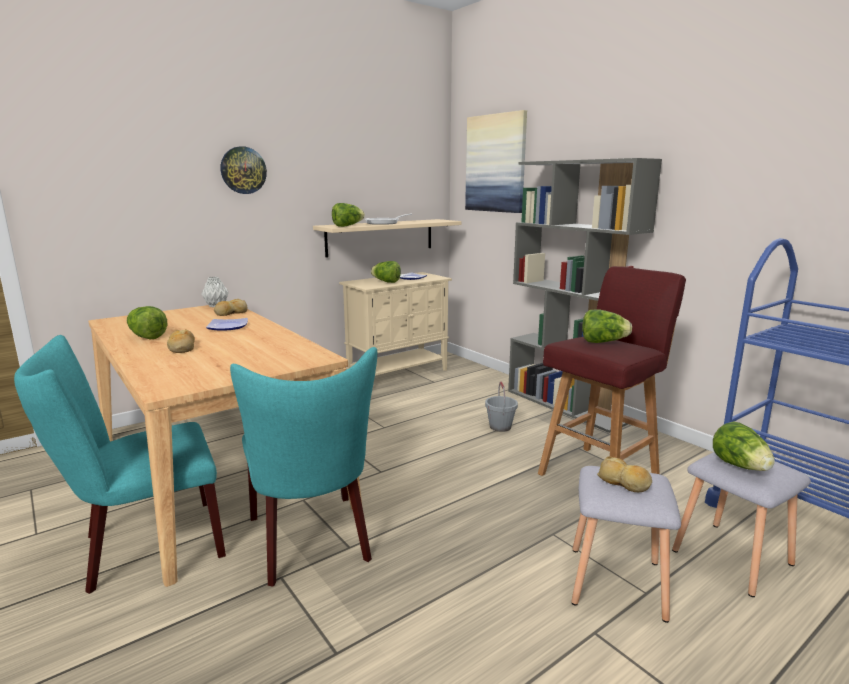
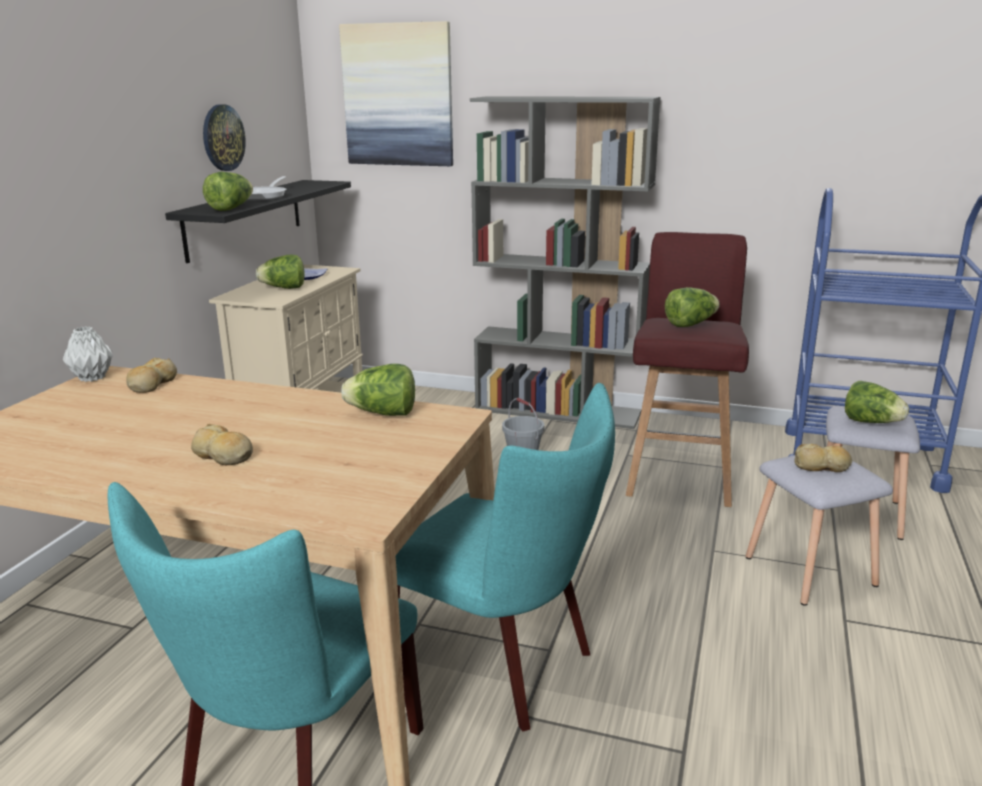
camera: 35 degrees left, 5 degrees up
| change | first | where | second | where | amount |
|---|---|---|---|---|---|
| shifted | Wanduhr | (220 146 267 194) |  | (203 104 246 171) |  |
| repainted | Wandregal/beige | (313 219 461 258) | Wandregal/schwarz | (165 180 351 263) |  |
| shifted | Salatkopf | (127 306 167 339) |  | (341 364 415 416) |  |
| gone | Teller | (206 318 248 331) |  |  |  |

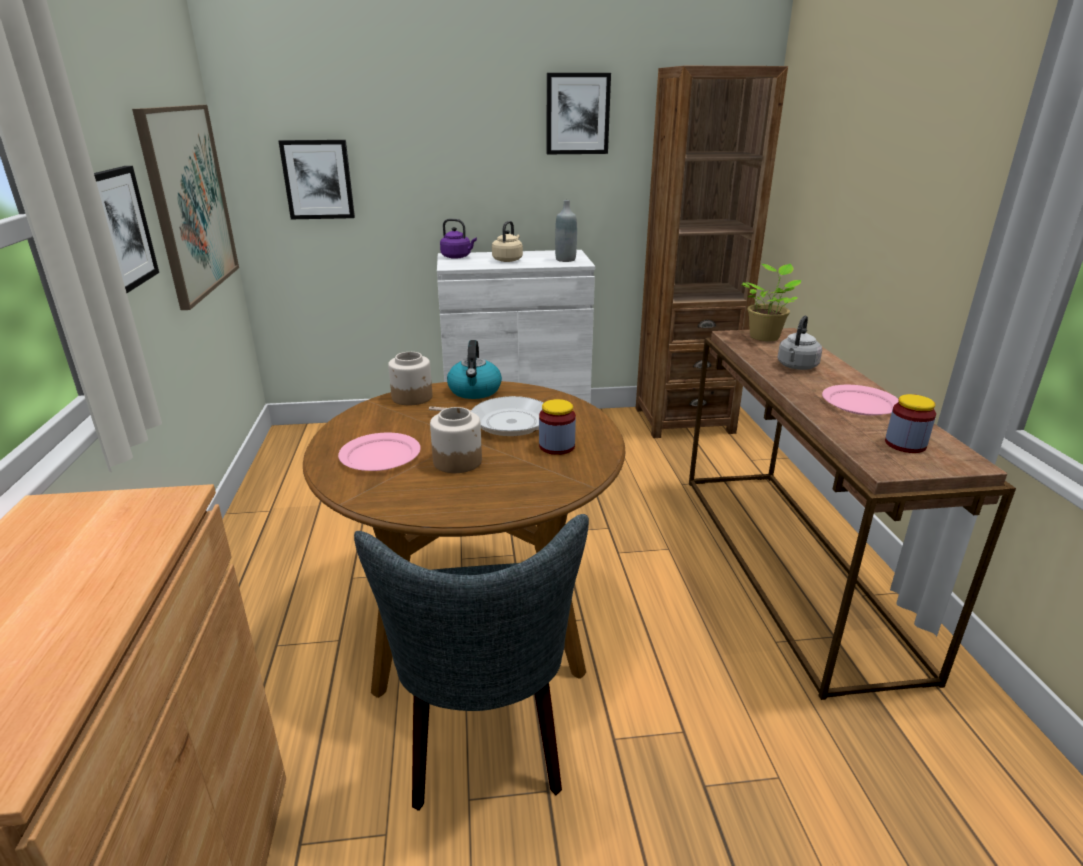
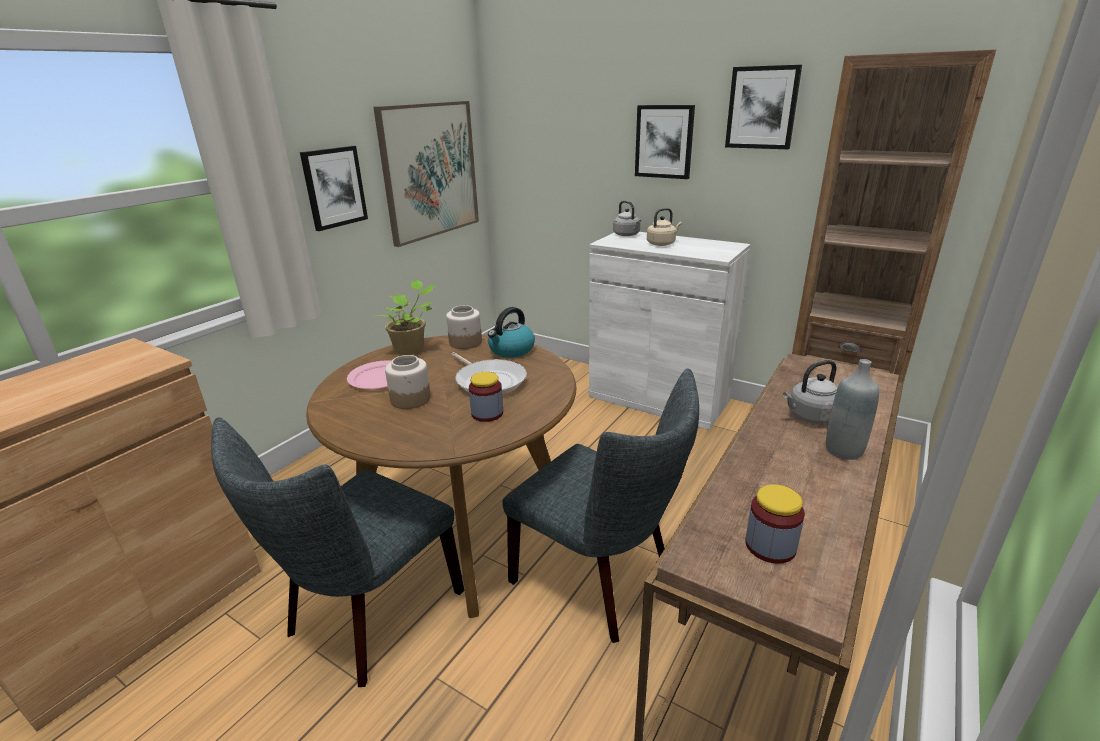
camera: 40 degrees right, 0 degrees up
| change | first | where | second | where | amount |
|---|---|---|---|---|---|
| shifted | Bild | (279 140 355 219) |  | (635 105 695 179) |  |
| shifted | Flasche/grau | (555 200 577 262) |  | (826 359 879 460) |  |
| repainted | Wasserkessel/lila | (440 219 477 259) | Wasserkessel/grau | (613 200 641 236) |  |
| shifted | Topfpflanze | (741 264 801 341) |  | (377 280 435 355) |  |
| gone | Teller/rosa | (822 385 899 416) |  |  |  |
| new |  |  | Stuhl/grau | (502 369 699 643) |  |

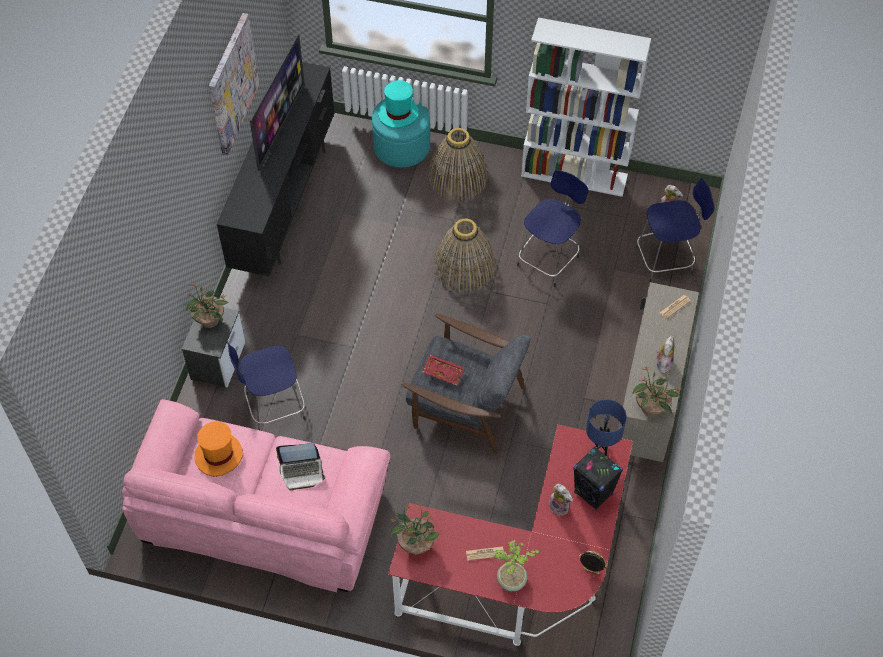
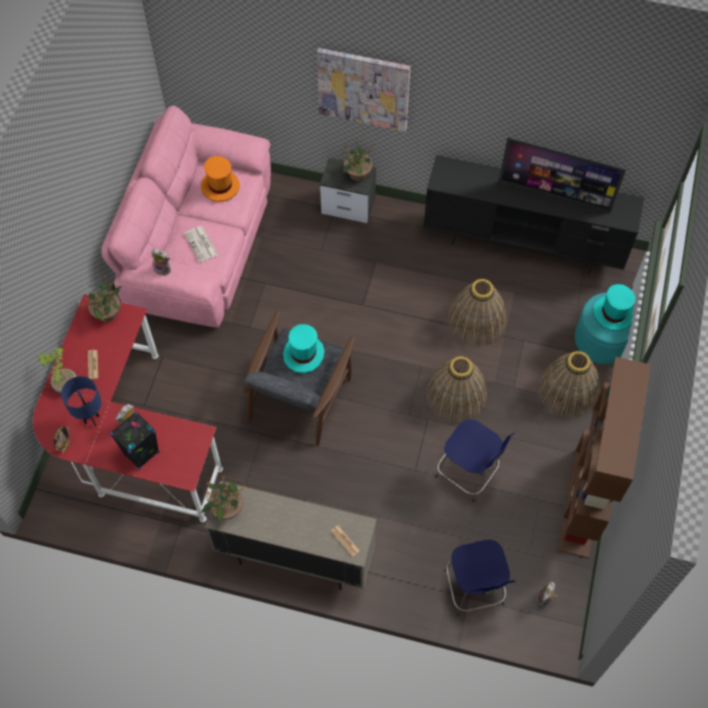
camera: 90 degrees right, 5 degrees up
| change | first | where | second | where | amount |
|---|---|---|---|---|---|
| shifted | Bild | (209 13 259 155) |  | (317 48 411 132) |  |
| repainted | Bücherregal/weiß | (521 18 651 197) | Bücherregal/braun | (557 357 651 558) |  |
| shifted | Plüschtier | (656 336 674 373) |  | (151 248 171 276) |  |
| gone | Hocker/blau | (227 342 306 430) |  |  |  |
| swapped | Tablett/rot | (423 355 465 385) | Hut/türkis | (283 324 325 373) |  |
| shifted | Tischlampe/blau | (586 399 627 456) |  | (61 376 102 426) |  |
| swapped | Laptop | (276 443 326 491) | Zeitung | (184 226 218 262) |  |
| new |  |  | Korb | (447 279 506 346) |  |

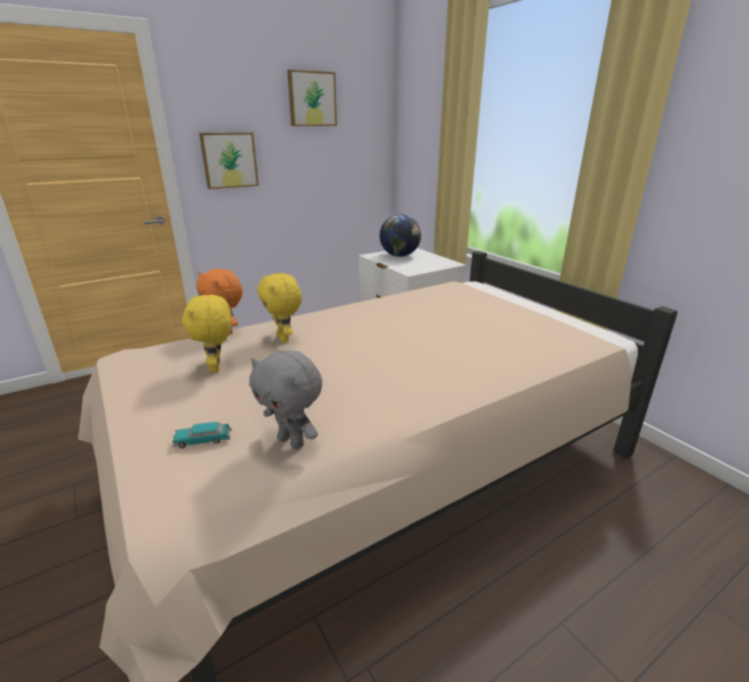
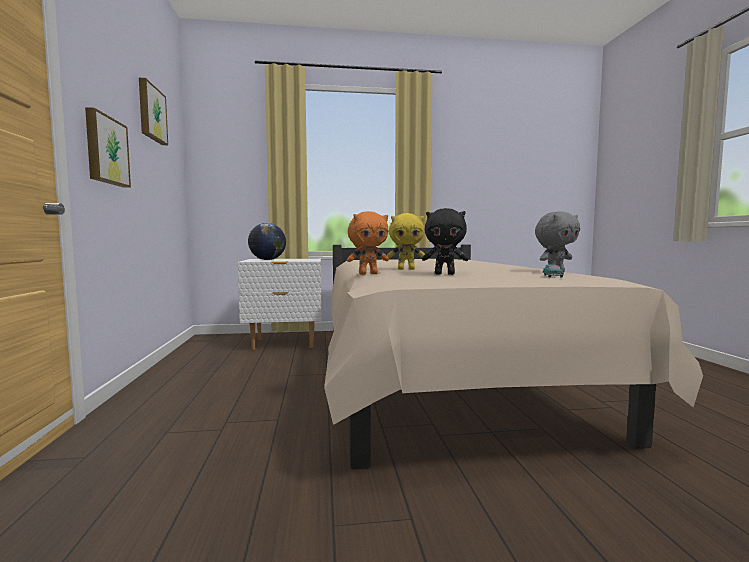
camera: 65 degrees left, 20 degrees down
| change | first | where | second | where | amount |
|---|---|---|---|---|---|
| repainted | Plüschtier/gelb | (182 295 232 373) | Plüschtier/schwarz | (422 208 468 275) |  |

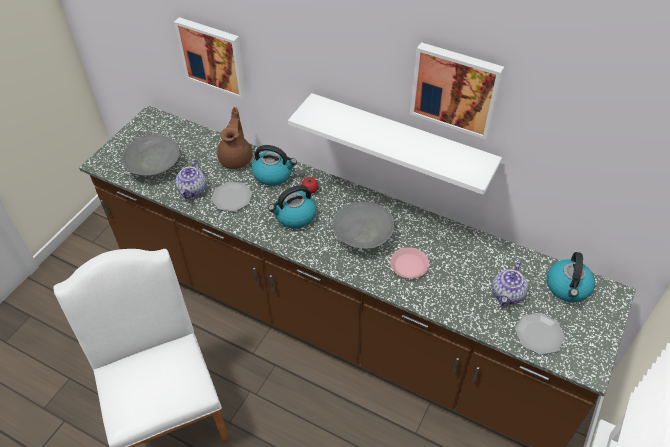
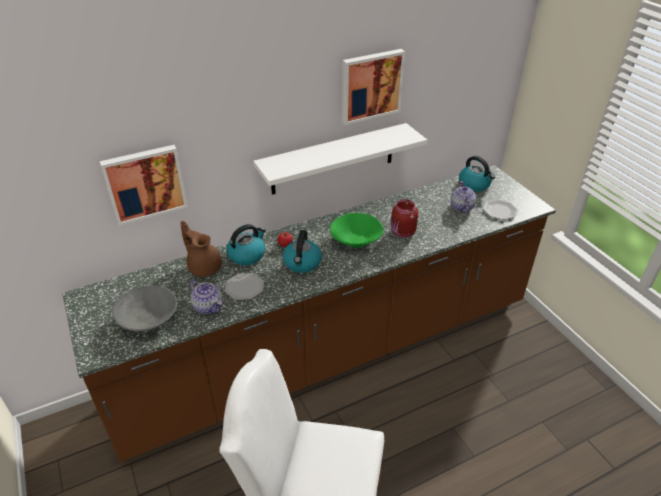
camera: 55 degrees left, 10 degrees down
| change | first | where | second | where | amount |
|---|---|---|---|---|---|
| repainted | Schüssel/grau | (332 202 395 249) | Schüssel/grün | (330 212 384 248) |  |
| swapped | Teller/rosa | (390 247 429 279) | Vorratsglas/rot | (391 199 418 238) |  |
| rotated | Teekanne | (492 261 528 306) |  | (450 181 476 213) | 150 degrees counterclockwise |

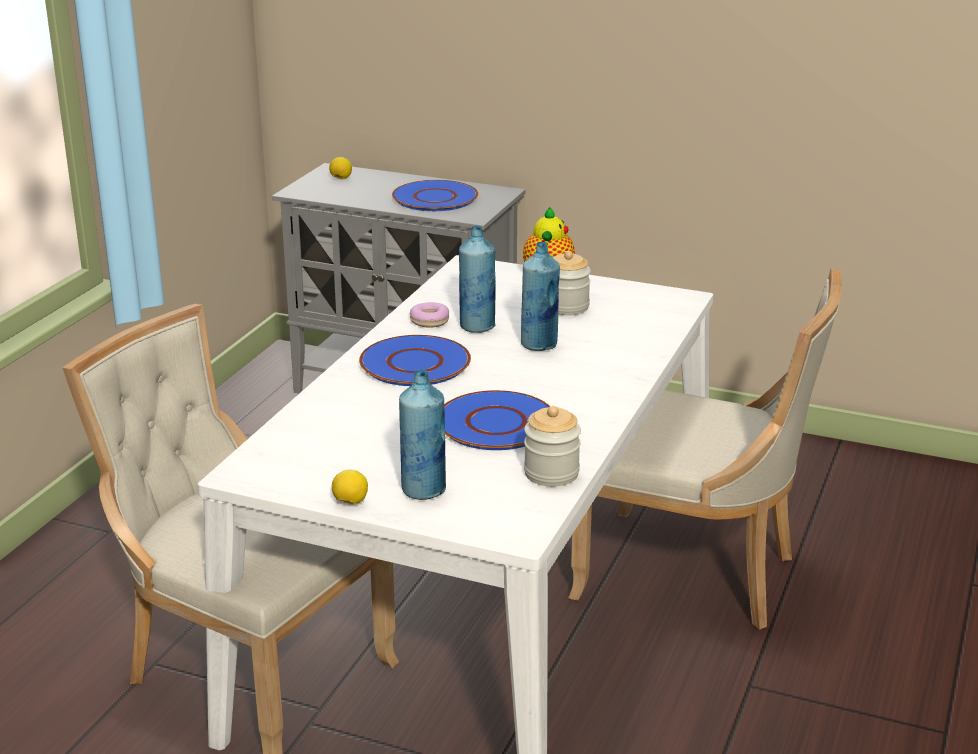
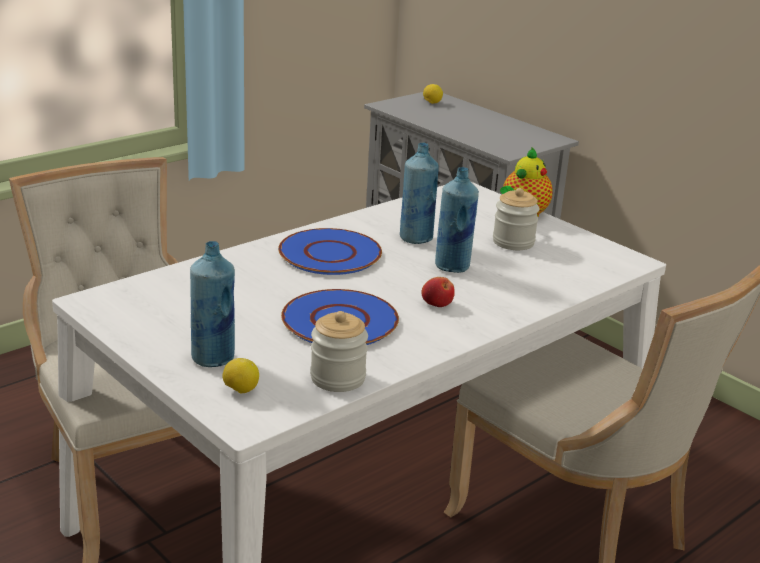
camera: 25 degrees right, 0 degrees up
| change | first | where | second | where | amount |
|---|---|---|---|---|---|
| gone | Teller/blau | (392 180 478 211) |  |  |  |
| gone | Donut | (410 302 449 328) |  |  |  |
| shifted | Zitrone | (332 470 368 504) |  | (223 358 259 394) |  |
| new |  |  | Apfel | (421 277 455 307) |  |

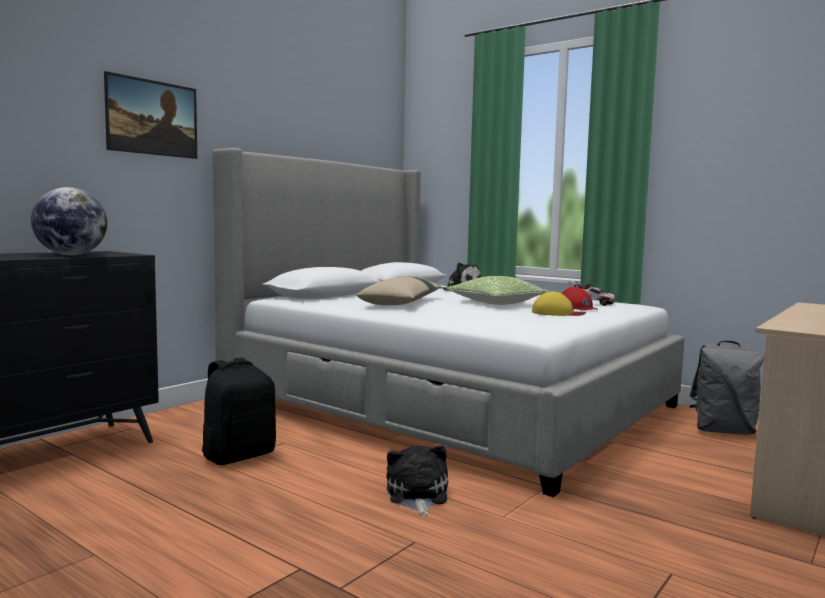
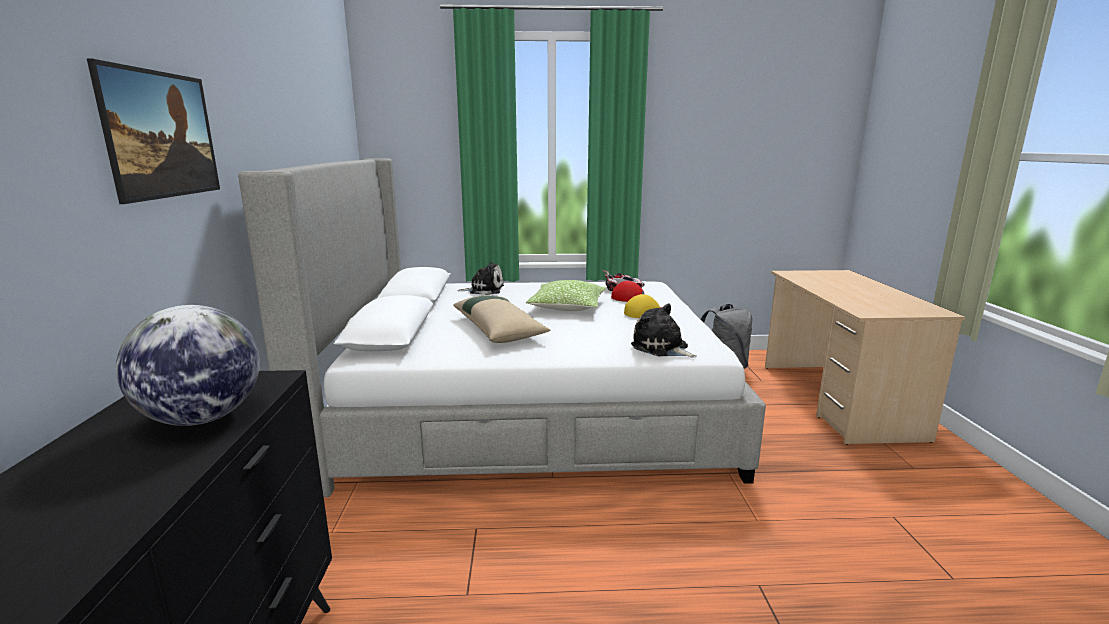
camera: 40 degrees left, 10 degrees up
| change | first | where | second | where | amount |
|---|---|---|---|---|---|
| gone | Rucksack/schwarz | (202 357 276 465) |  |  |  |
| shifted | Plüschtier | (386 445 448 516) |  | (631 303 697 357) |  |

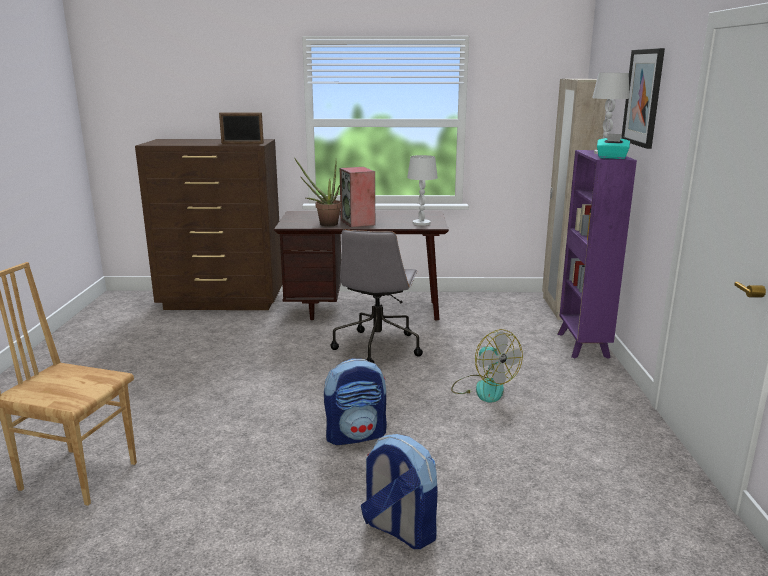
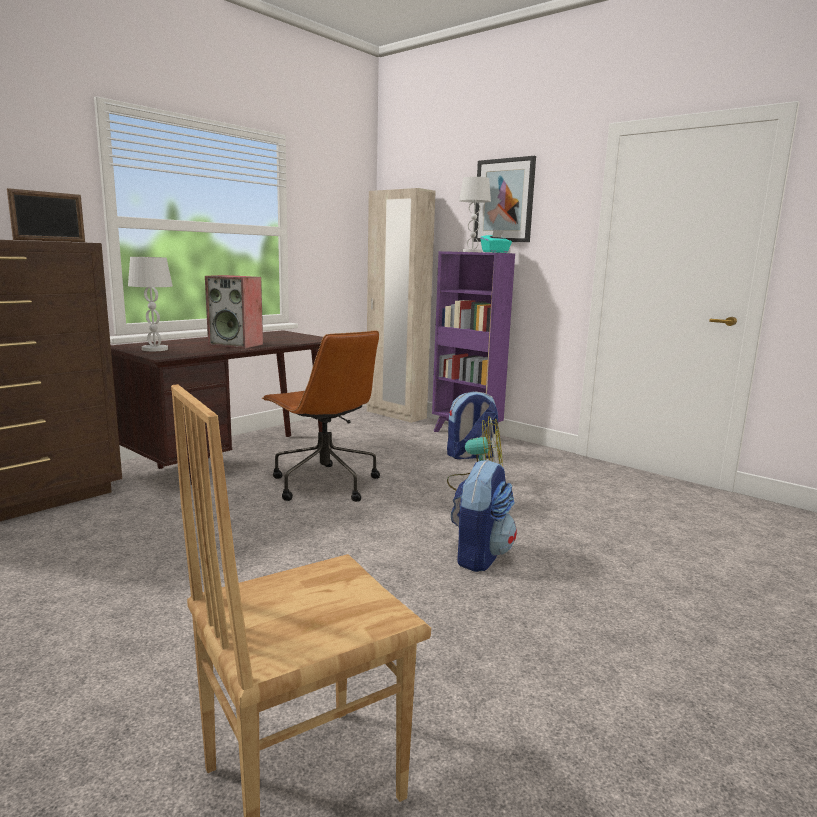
camera: 50 degrees left, 5 degrees down
| change | first | where | second | where | amount |
|---|---|---|---|---|---|
| shifted | Tischlampe/weiß | (407 155 438 226) |  | (128 257 173 351) |  |
| gone | Topfpflanze | (295 159 341 227) |  |  |  |
| repainted | Bürostuhl/grau | (330 230 423 363) | Bürostuhl/braun | (262 331 380 502) |  |
| shifted | Rucksack | (361 434 438 549) |  | (447 392 498 459) |  |

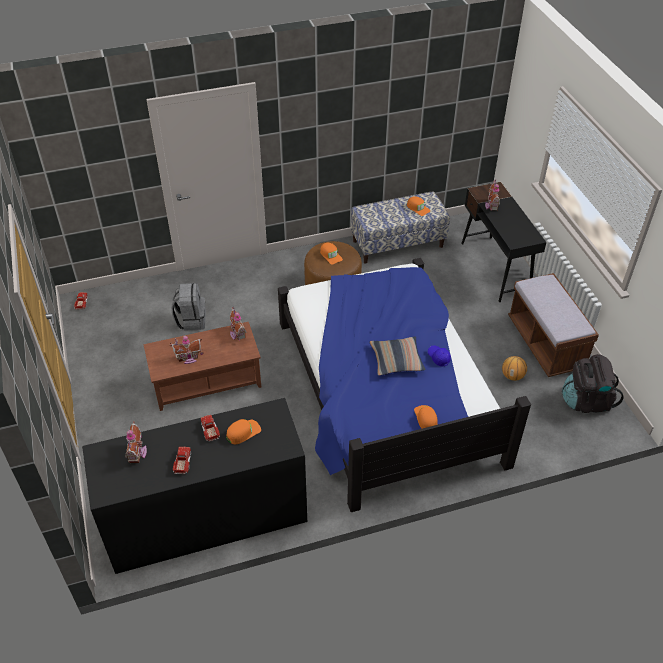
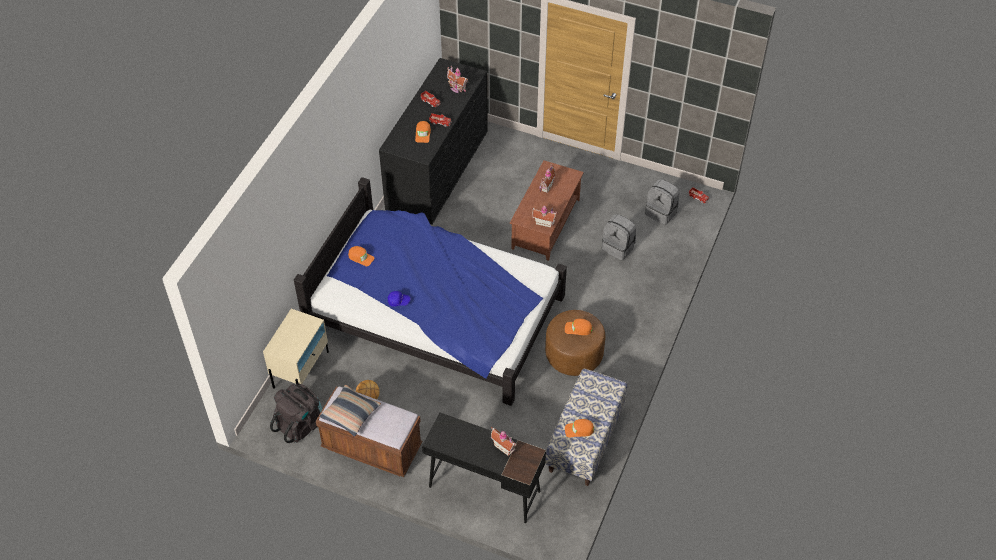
camera: 130 degrees right, 5 degrees up
| change | first | where | second | where | amount |
|---|---|---|---|---|---|
| shifted | Kissen | (369 336 426 375) |  | (319 385 381 436) |  |
| new |  |  | Rucksack/grau | (645 179 679 225) |  |
| new |  |  | Nachttisch/beige | (263 309 329 389) |  |

